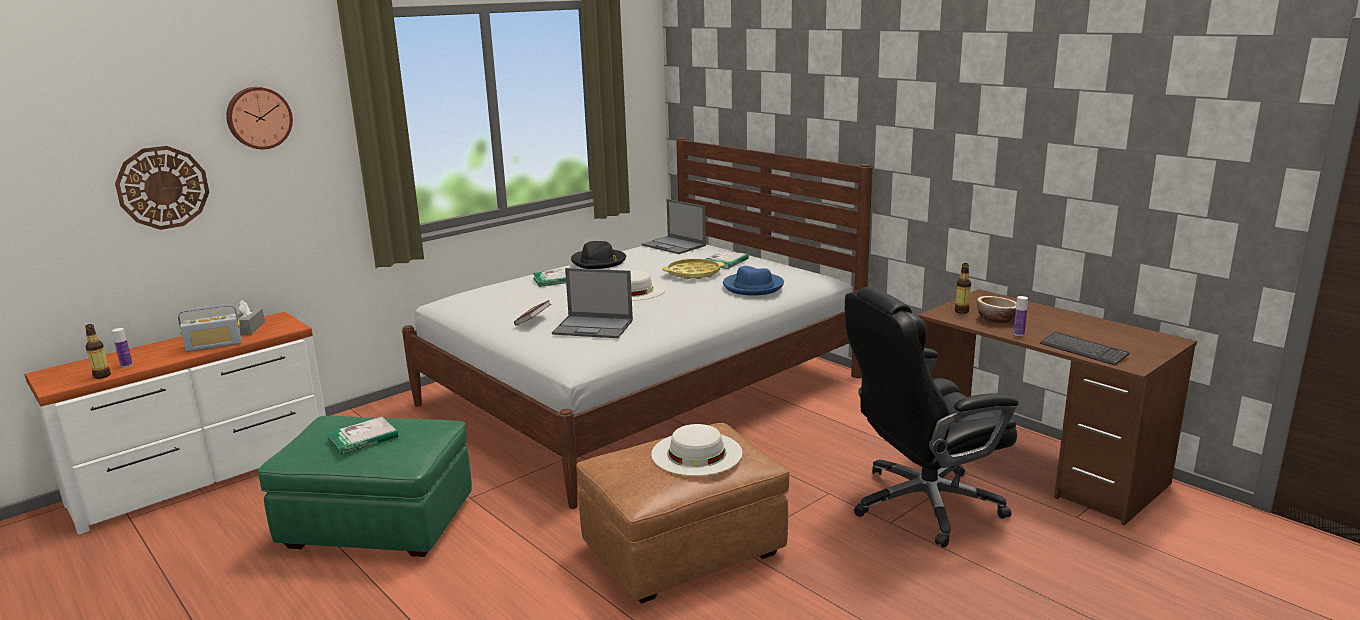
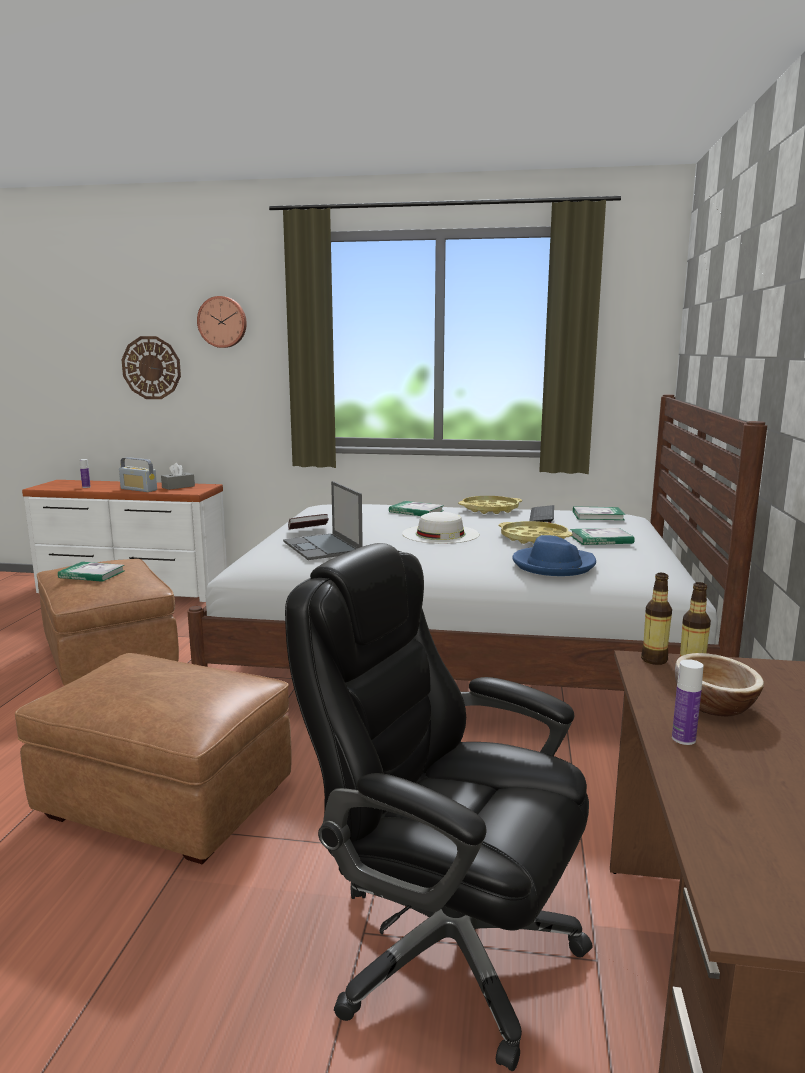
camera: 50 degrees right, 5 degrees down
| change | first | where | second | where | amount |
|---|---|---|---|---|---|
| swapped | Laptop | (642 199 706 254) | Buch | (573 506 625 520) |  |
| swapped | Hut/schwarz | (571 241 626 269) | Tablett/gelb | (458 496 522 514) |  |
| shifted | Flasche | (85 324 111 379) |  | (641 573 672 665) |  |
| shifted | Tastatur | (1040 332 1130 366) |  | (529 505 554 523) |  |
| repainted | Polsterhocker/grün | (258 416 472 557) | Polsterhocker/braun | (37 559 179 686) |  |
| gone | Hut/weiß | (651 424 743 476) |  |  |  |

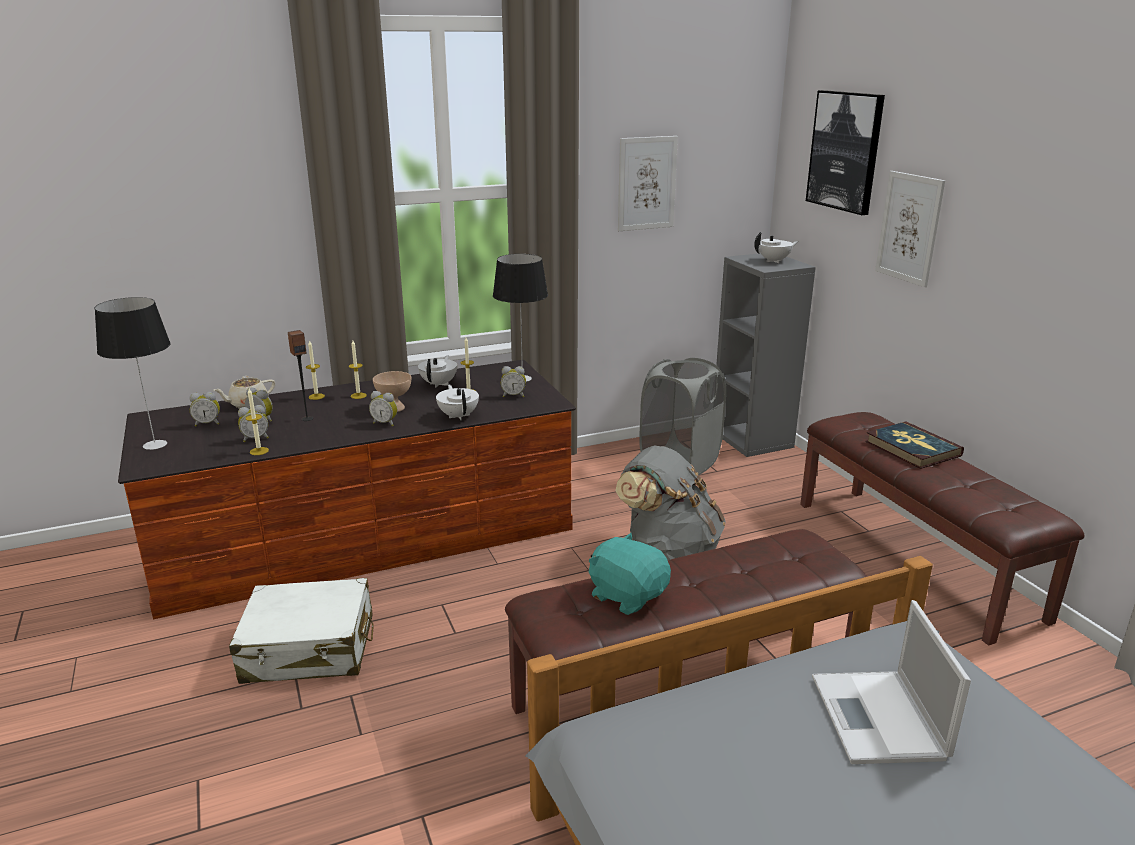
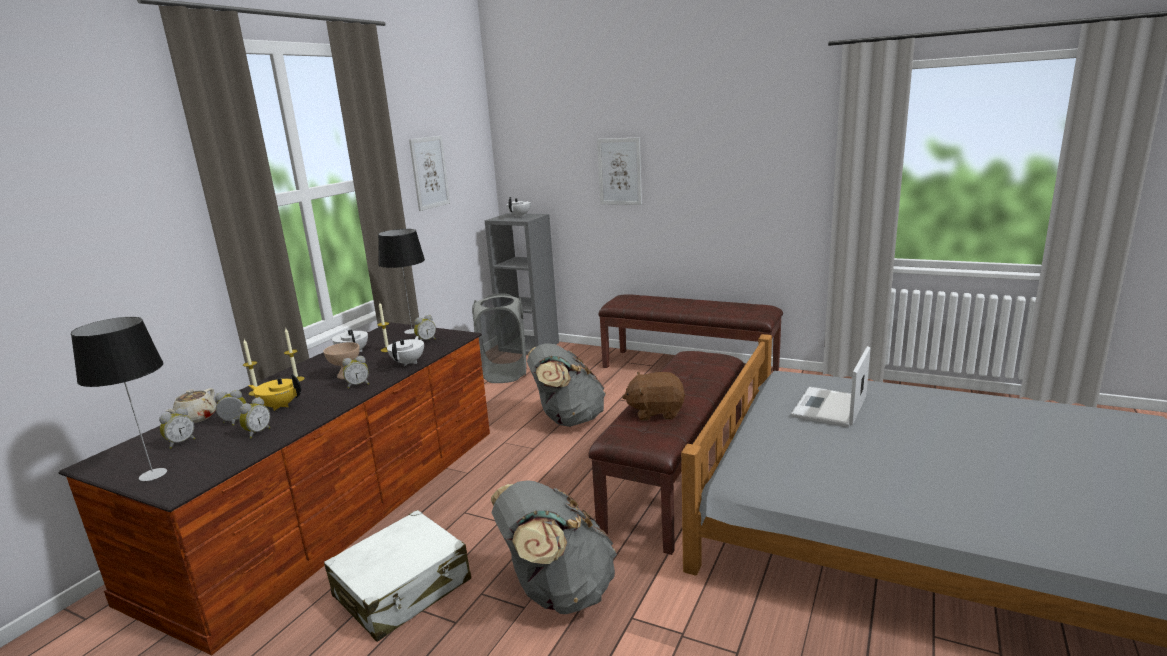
camera: 40 degrees left, 5 degrees down
| change | first | where | second | where | amount |
|---|---|---|---|---|---|
| gone | Bild | (806 90 885 215) |  |  |  |
| swapped | Lautsprecher | (288 330 313 421) | Teekanne/gelb | (248 374 301 411) |  |
| rotated | Teekanne/weiß | (436 385 479 420) |  | (387 336 424 366) | 75 degrees clockwise |
| gone | Kerze | (246 388 269 455) |  |  |  |
| gone | Buch | (865 422 964 469) |  |  |  |
| repainted | Plüschtier/türkis | (589 533 671 615) | Plüschtier/braun | (622 372 686 421) |  |
| rotated | Laptop | (812 600 971 764) |  | (791 346 870 427) | 75 degrees clockwise |
| new |  |  | Rucksack/grau | (491 480 617 614) |  |

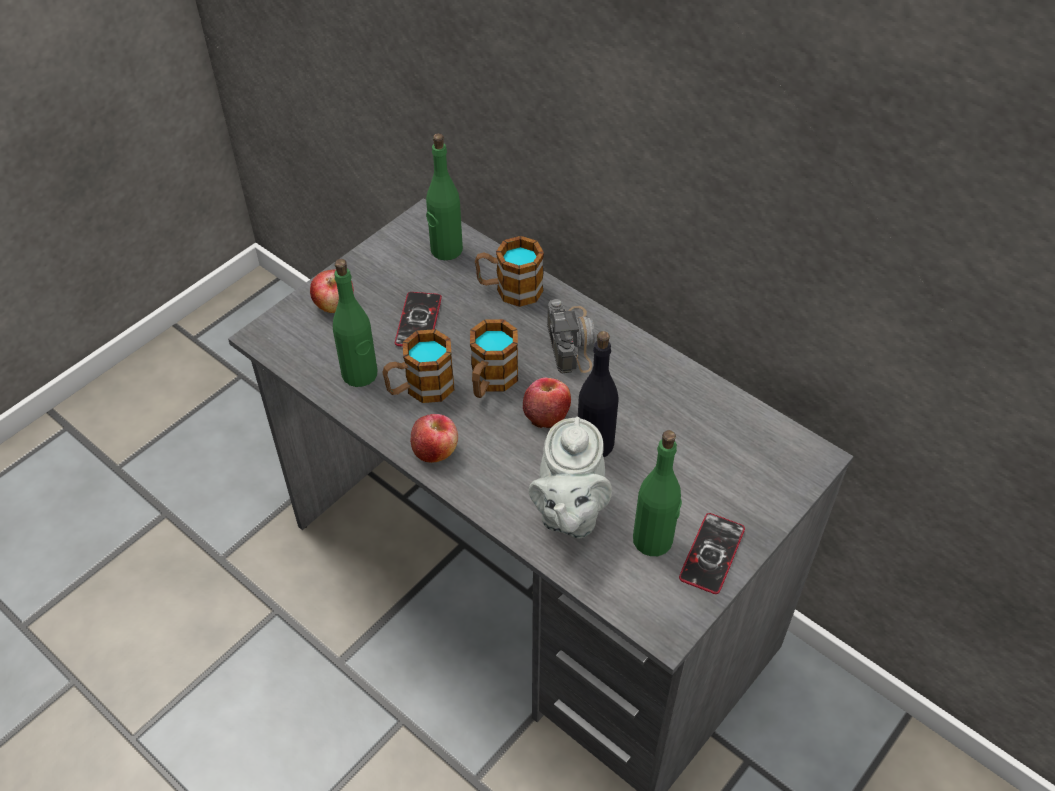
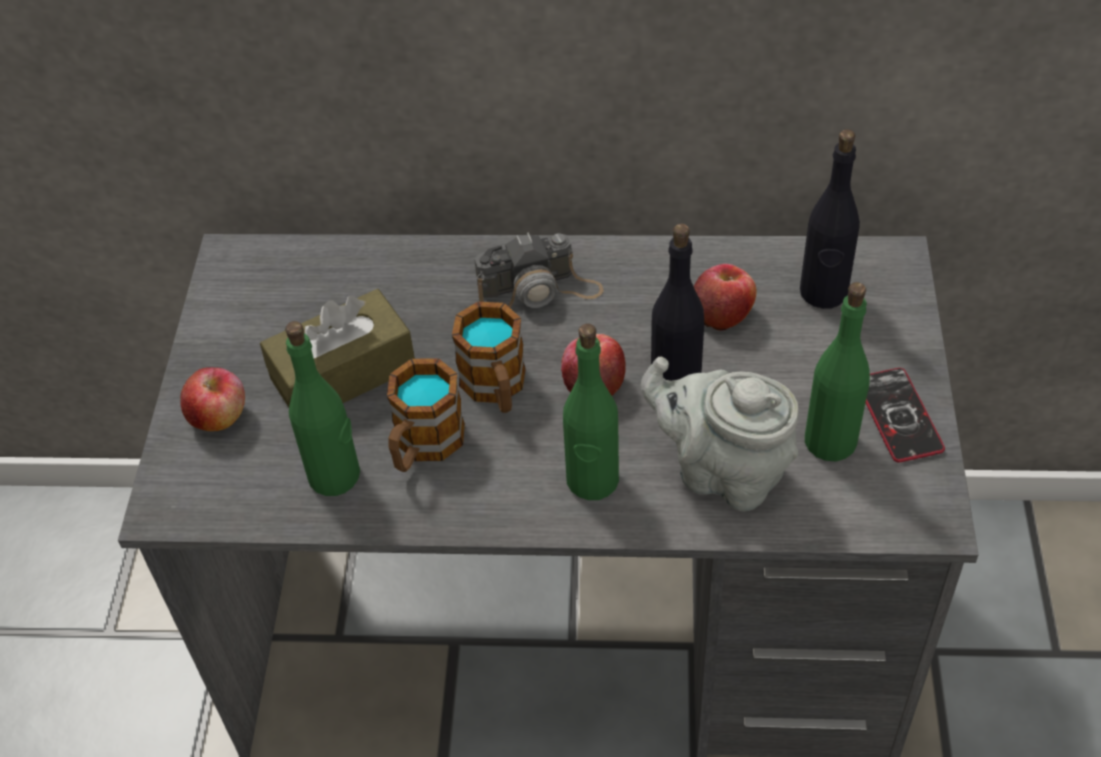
camera: 35 degrees left, 0 degrees up
| change | first | where | second | where | amount |
|---|---|---|---|---|---|
| shifted | Flasche/grün | (426 133 463 260) |  | (563 324 619 500) |  |
| gone | Henkelbecher | (475 236 544 307) |  |  |  |
| swapped | Handy | (395 292 442 347) | Taschentuchbox/braun | (260 289 415 407) |  |
| rotated | Kamera | (547 299 595 373) |  | (474 233 604 308) | 120 degrees clockwise |
| shifted | Apfel | (410 414 458 463) |  | (694 264 757 331) |  |
| rotated | Teekanne/grau | (529 416 612 539) |  | (640 357 799 512) | 150 degrees clockwise |
| new |  |  | Flasche/schwarz | (800 129 860 309) |  |

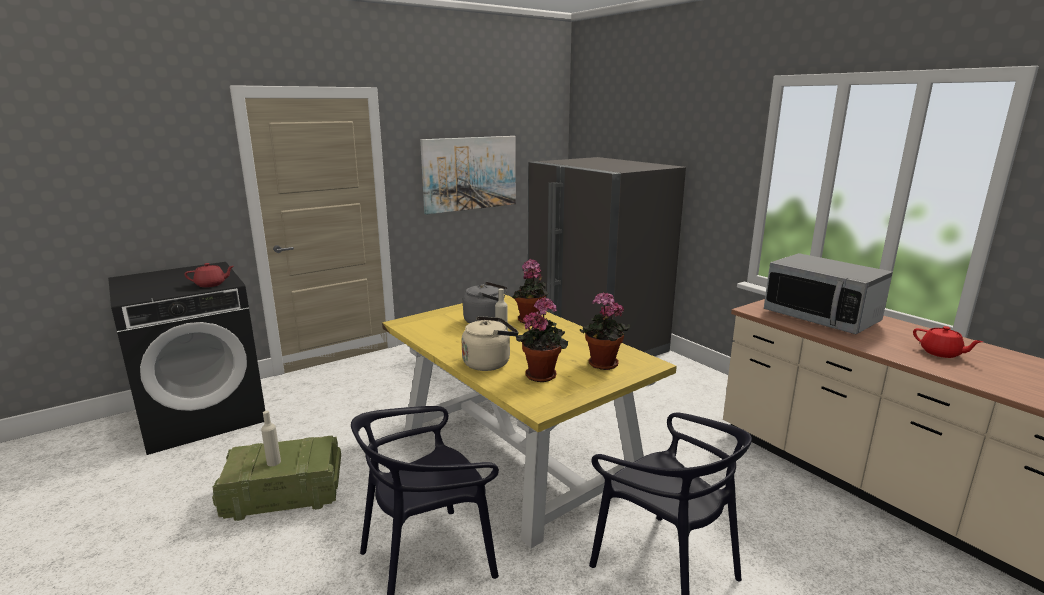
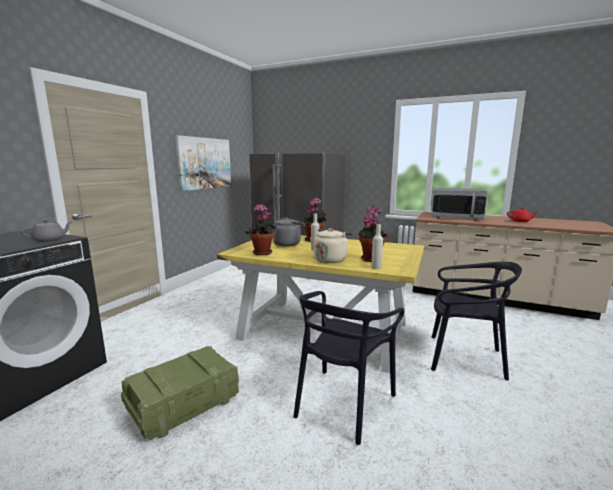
camera: 30 degrees left, 5 degrees down
| change | first | where | second | where | amount |
|---|---|---|---|---|---|
| repainted | Teekanne/rot | (184 263 234 287) | Teekanne/grau | (21 220 73 242) |  |
| shifted | Topfpflanze | (580 292 631 370) |  | (246 204 277 255) |  |
| shifted | Flasche/beige | (261 411 281 466) |  | (371 224 383 269) |  |

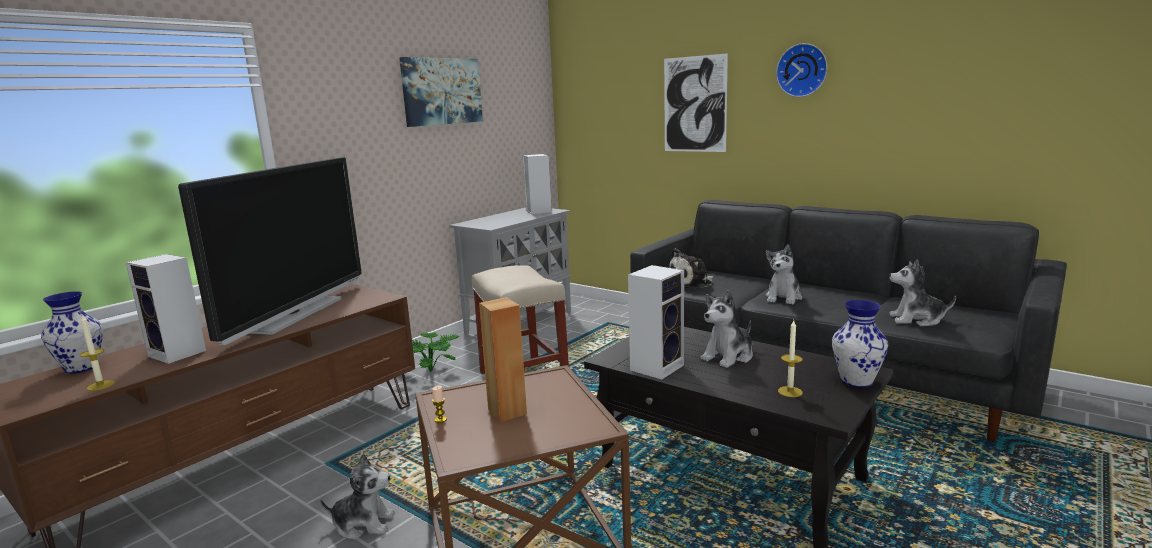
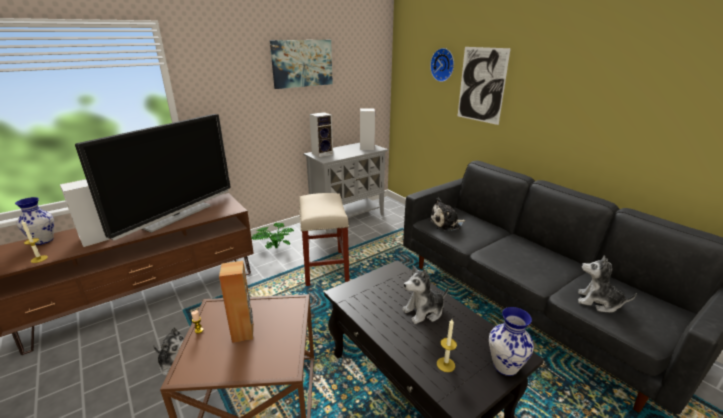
camera: 15 degrees right, 10 degrees up
| change | first | where | second | where | amount |
|---|---|---|---|---|---|
| shifted | Wanduhr | (776 43 828 97) |  | (430 48 454 82) |  |
| gone | Plüschtier | (765 244 802 304) |  |  |  |
| shifted | Lautsprecher | (628 265 684 379) |  | (309 112 333 157) |  |

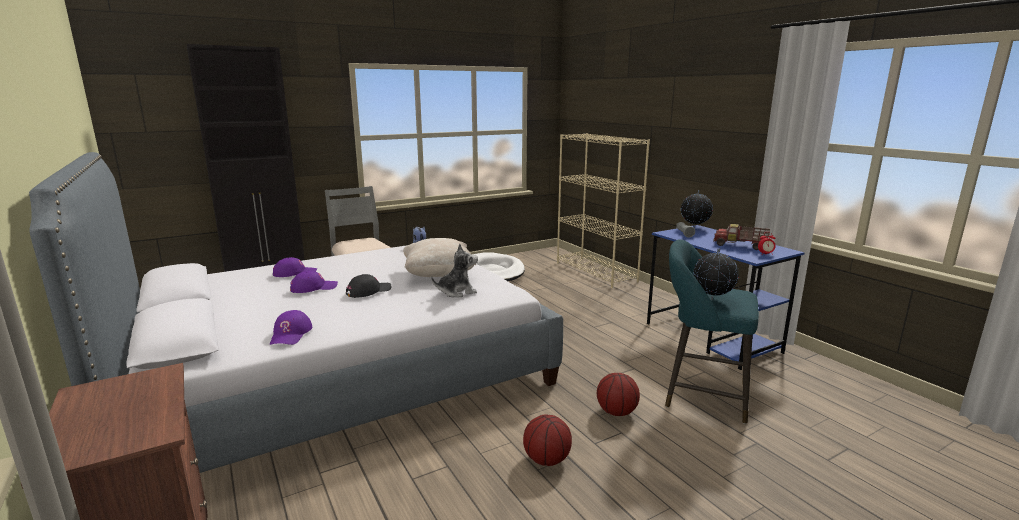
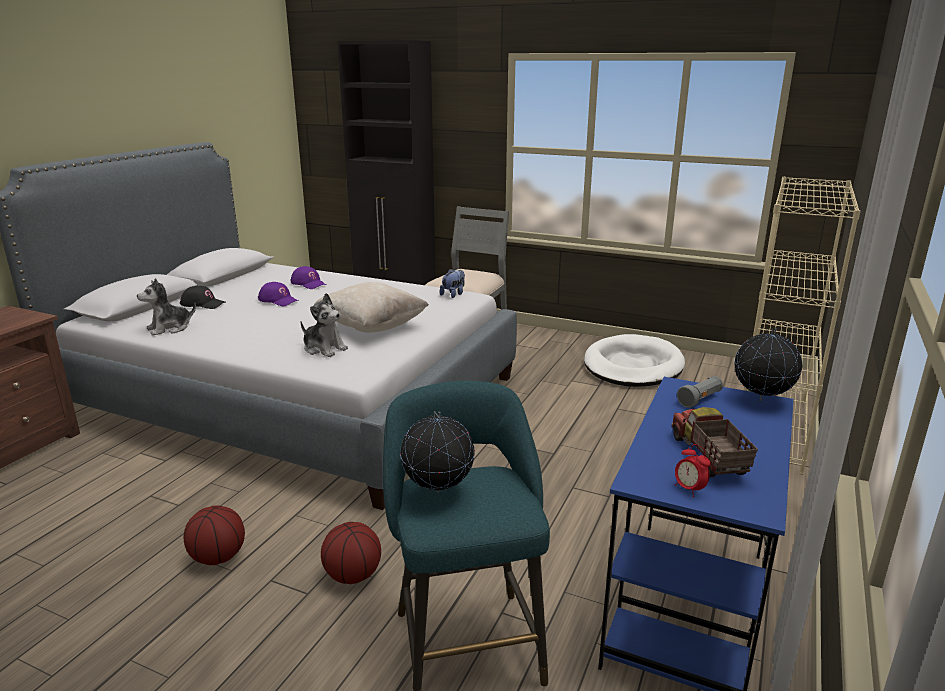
camera: 55 degrees right, 5 degrees up
| change | first | where | second | where | amount |
|---|---|---|---|---|---|
| shifted | Kappe/schwarz | (346 274 392 298) |  | (180 286 226 309) |  |
| swapped | Kappe/lila | (270 310 312 345) | Plüschtier | (137 278 196 336) |  |

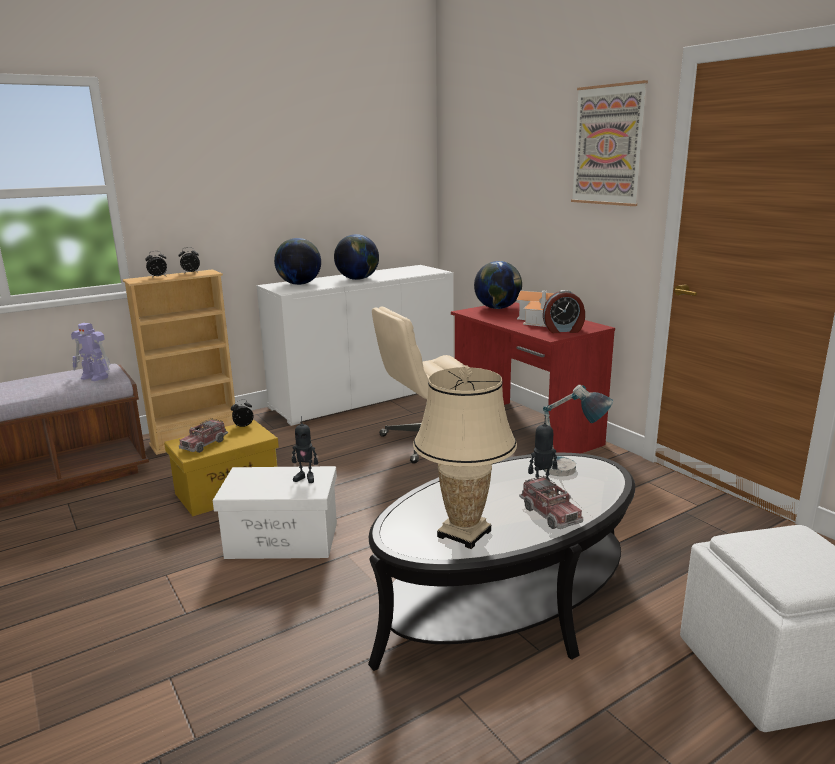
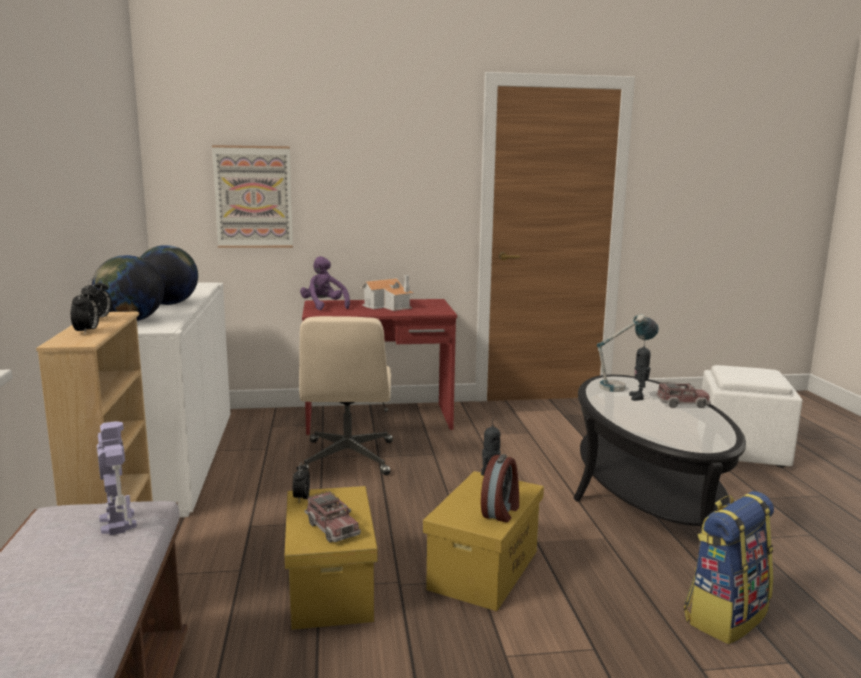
camera: 65 degrees left, 5 degrees down
| change | first | where | second | where | amount |
|---|---|---|---|---|---|
| shifted | Bild | (571 80 648 206) |  | (212 145 293 248) |  |
| swapped | Globus | (474 261 522 309) | Plüschtier/lila | (300 256 350 310) |  |
| shifted | Wecker | (543 290 585 333) |  | (481 454 519 522) |  |
| rotated | Spielzeugroboter | (71 323 111 381) |  | (97 421 137 535) | 75 degrees counterclockwise |
| gone | Tischlampe/beige | (413 365 517 549) |  |  |  |
| repainted | Aufbewahrungsbox/weiß | (213 466 337 559) | Aufbewahrungsbox/gelb | (423 471 544 611) |  |
| new |  |  | Rucksack | (684 491 774 644) |  |

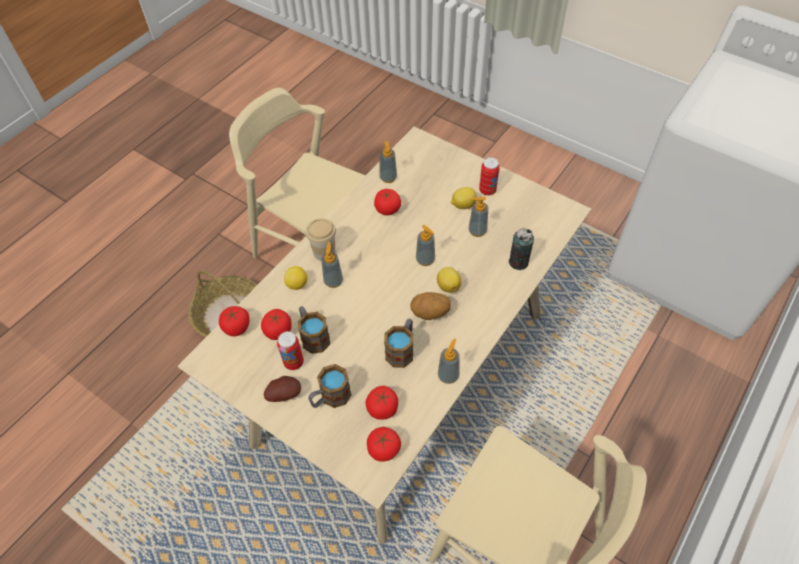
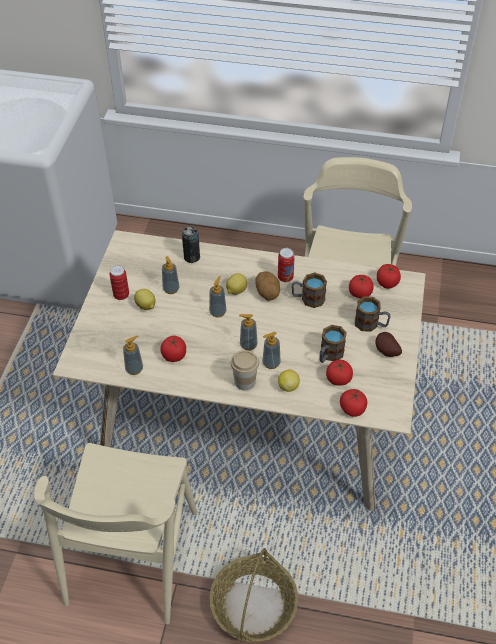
camera: 115 degrees left, 5 degrees down
| change | first | where | second | where | amount |
|---|---|---|---|---|---|
| shifted | Dose | (277 331 304 370) |  | (278 248 295 282) |  |
| shifted | Seifenspender | (438 338 460 384) |  | (239 314 258 351) |  |

